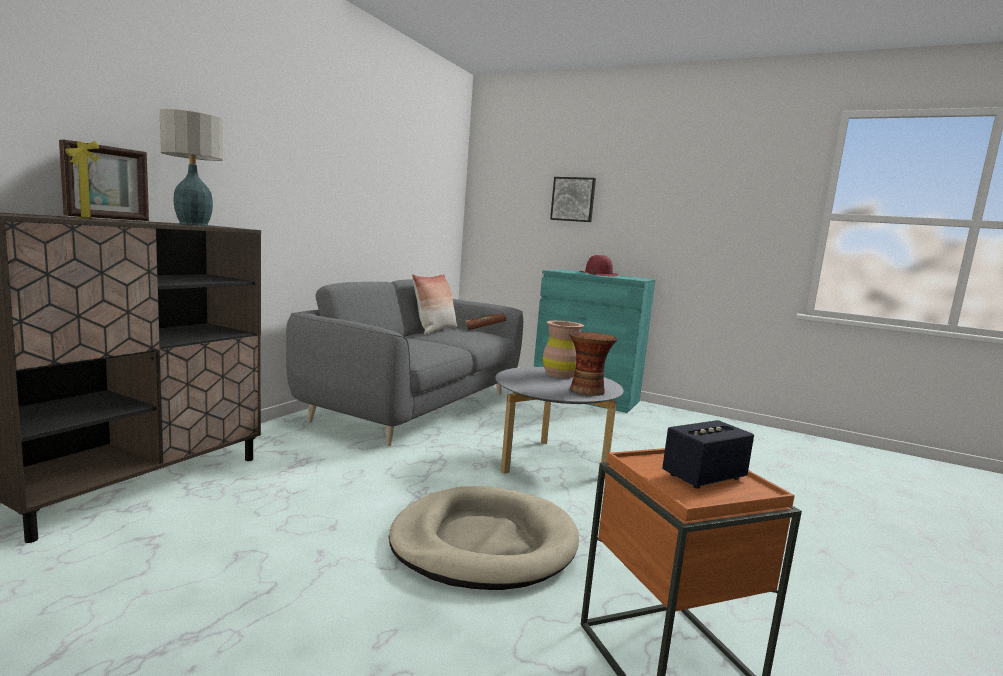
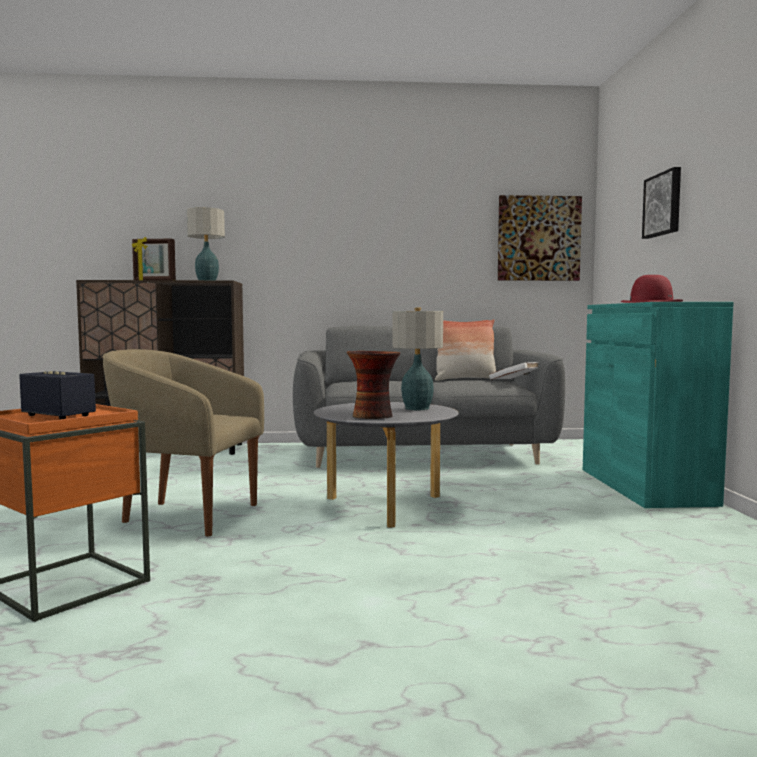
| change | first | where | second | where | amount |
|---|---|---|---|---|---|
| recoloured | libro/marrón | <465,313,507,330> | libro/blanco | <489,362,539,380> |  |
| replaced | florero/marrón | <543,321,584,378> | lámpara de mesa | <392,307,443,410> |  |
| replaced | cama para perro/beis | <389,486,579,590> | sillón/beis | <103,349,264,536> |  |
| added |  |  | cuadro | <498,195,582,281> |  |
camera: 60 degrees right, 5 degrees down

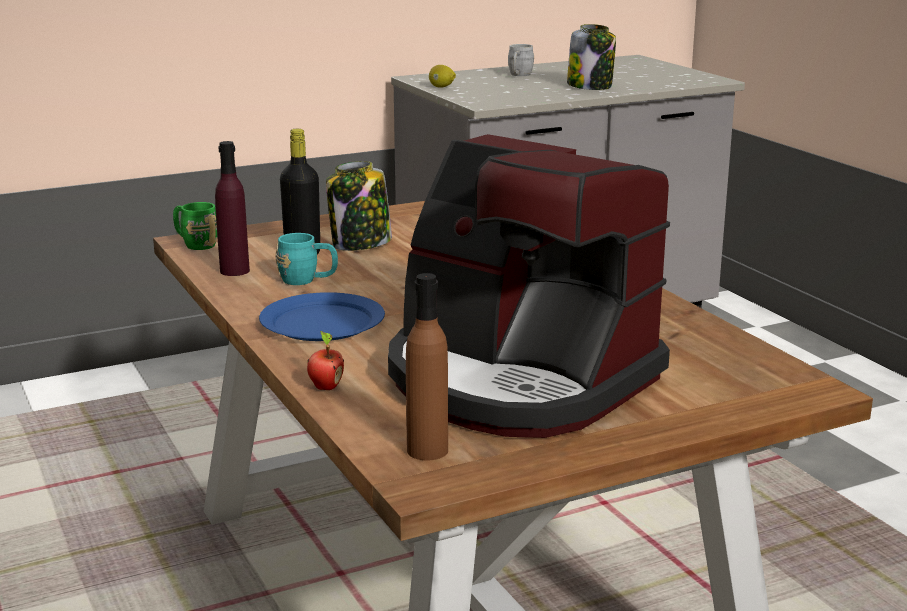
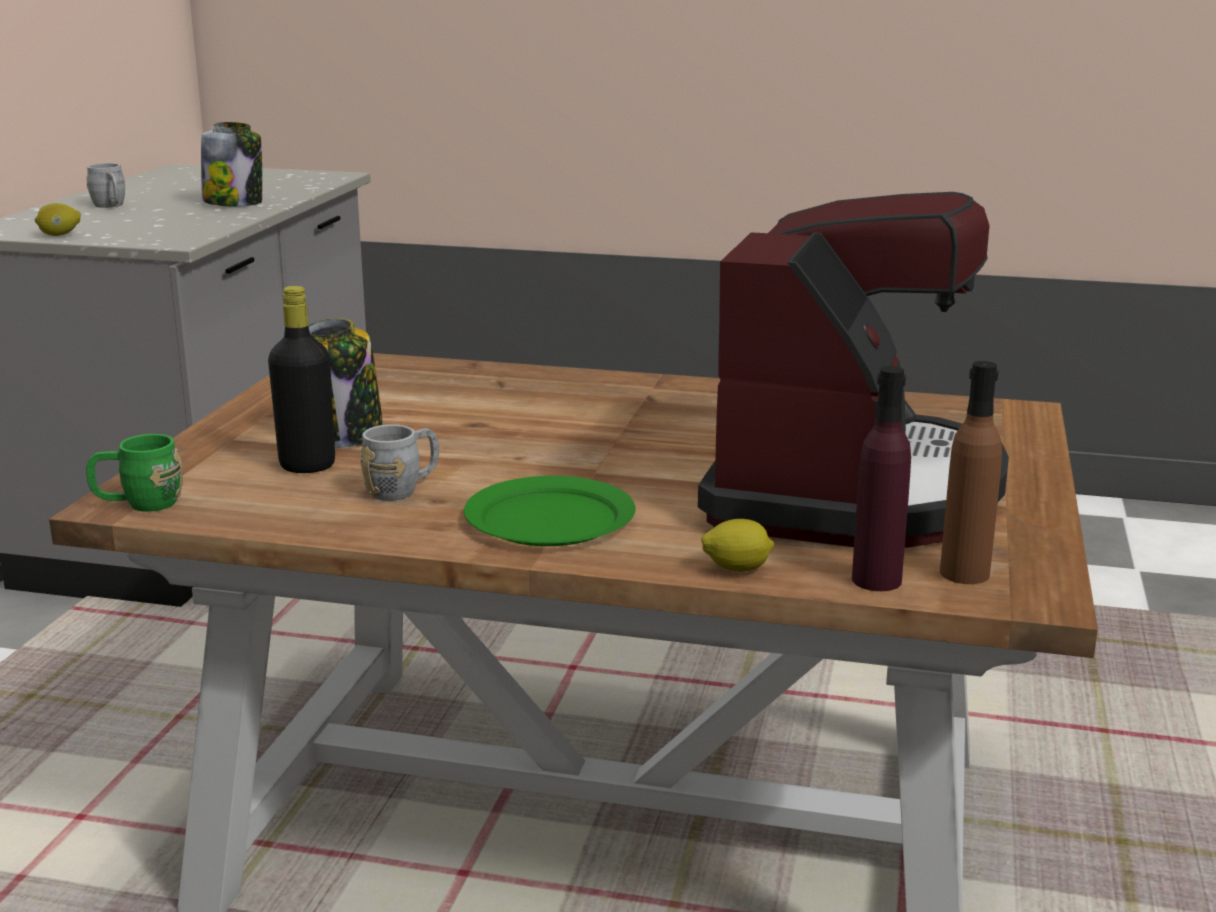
| change | first | where | second | where | amount |
|---|---|---|---|---|---|
| turned | cafetera | <388,134,670,438> |  | <698,192,1009,548> | 60 degrees counterclockwise |
| moved | botella/morado | <215,141,250,276> |  | <852,366,911,591> |  |
| recoloured | taza grande/turquesa | <276,233,338,285> | taza grande/gris | <360,424,439,501> |  |
| recoloured | plato/azul | <259,292,385,341> | plato/verde | <464,476,635,546> |  |
| replaced | manzana | <307,331,344,390> | limón | <701,519,774,572> |  |
camera: 50 degrees left, 0 degrees up

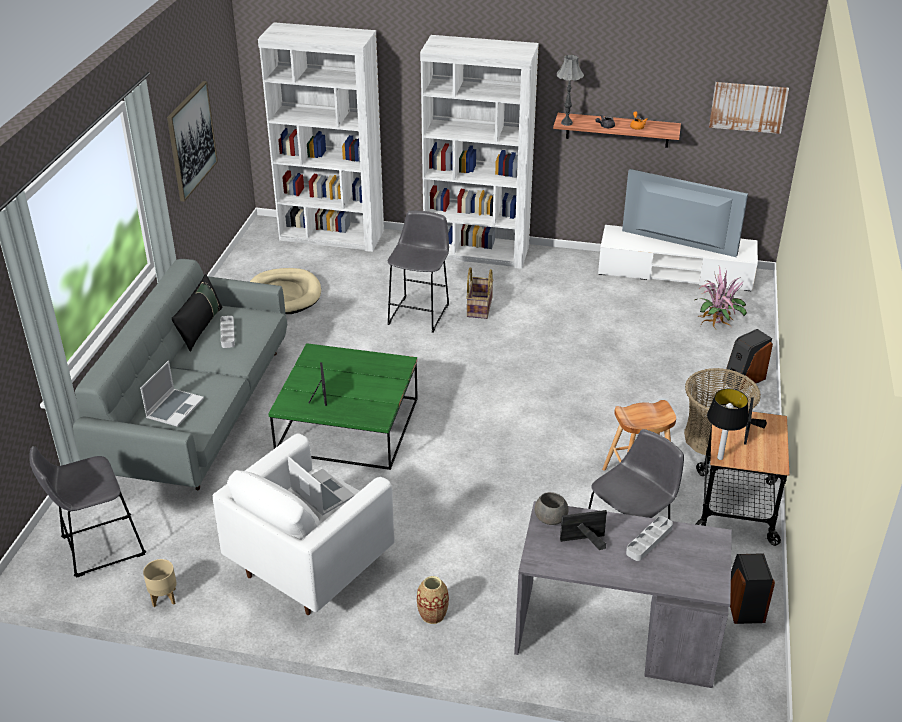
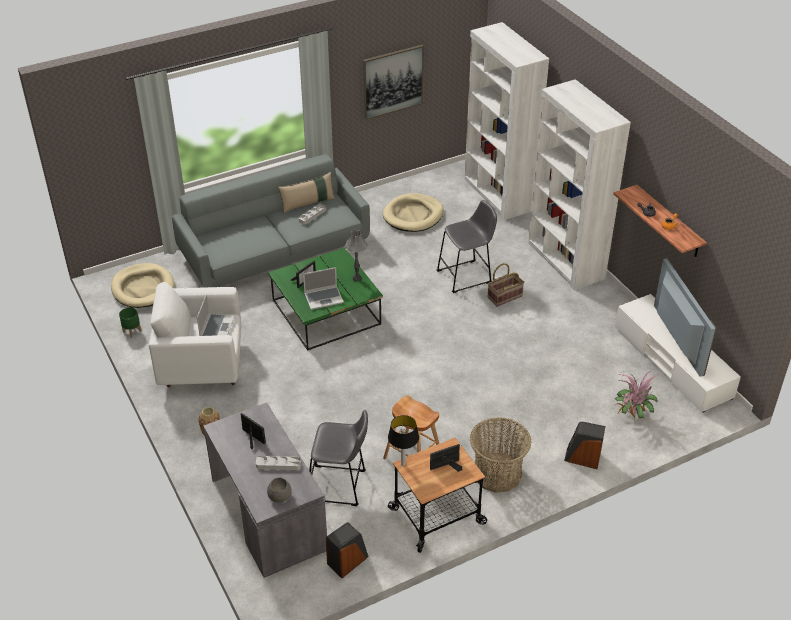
| change | first | where | second | where | amount |
|---|---|---|---|---|---|
| moved | lámpara de mesa/gris | <557,55,584,126> |  | <345,230,367,281> |  |
| removed | cuadro | <709,82,789,134> |  |  |  |
| recoloured | cojín/negro | <172,274,223,352> | cojín/beis | <278,172,335,214> |  |
| moved | portátil | <140,361,204,427> |  | <303,267,344,310> |  |
| replaced | taburete/gris | <29,446,146,578> | cama para perro/beis | <111,263,175,308> |  |
| moved | cuenco/gris | <534,492,568,525> |  | <267,478,292,503> |  |
| recoloured | maceta/beis | <143,559,177,607> | maceta/verde | <119,307,141,338> |  |
camera: 50 degrees right, 5 degrees up

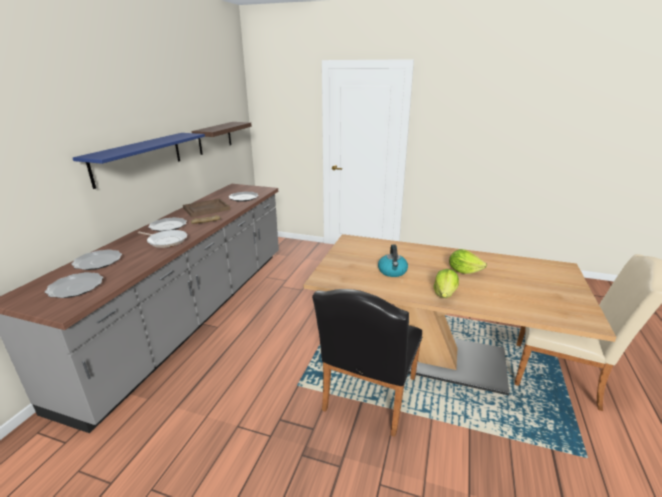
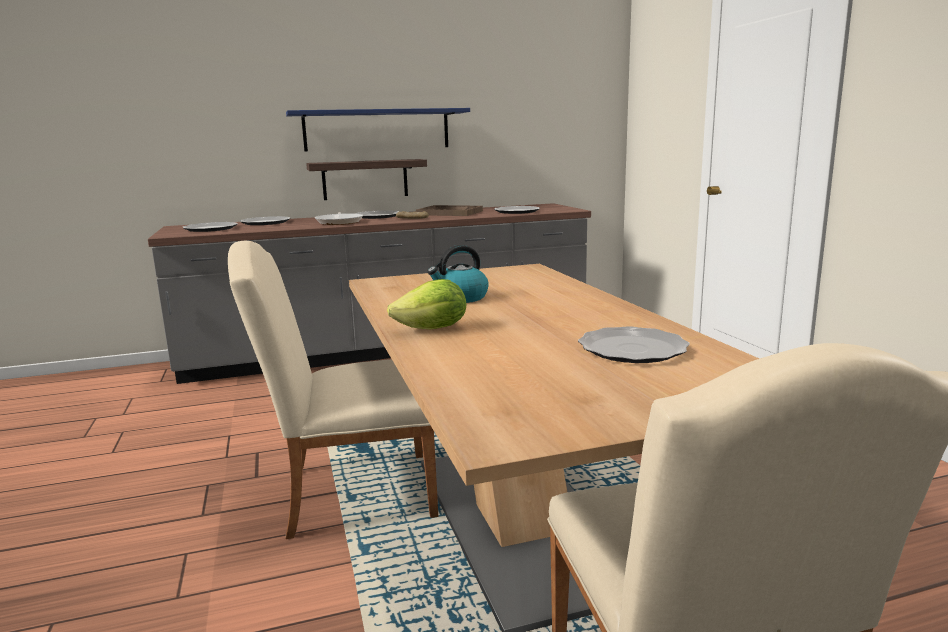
| change | first | where | second | where | amount |
|---|---|---|---|---|---|
| moved | estante | <191,122,252,155> |  | <306,159,427,200> |  |
| removed | lechuga | <449,249,487,274> |  |  |  |
| recoloured | silla/negro | <312,289,422,437> | silla/beis | <228,241,438,539> |  |
| added |  |  | plato | <578,326,690,363> |  |
camera: 55 degrees right, 10 degrees down

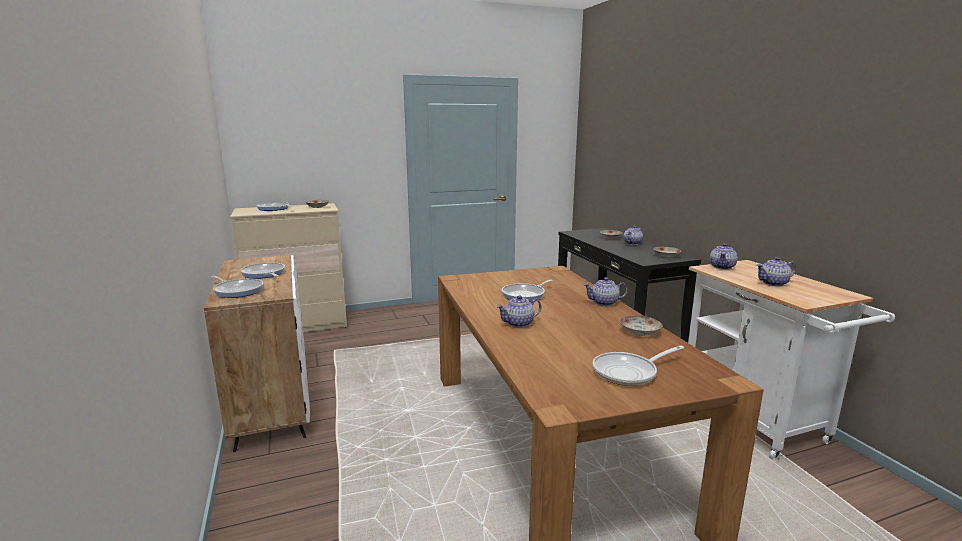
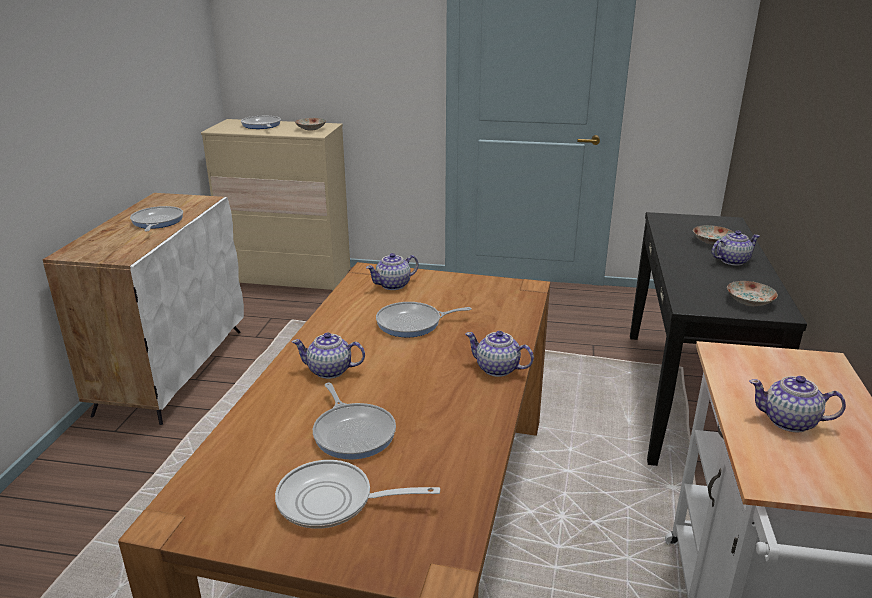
| change | first | where | second | where | amount |
|---|---|---|---|---|---|
| moved | tetera | <710,243,738,270> |  | <366,253,419,290> |  |
| moved | sartén | <211,276,263,298> |  | <313,382,396,459> |  |
| removed | plato | <620,316,663,336> |  |  |  |
camera: 30 degrees right, 10 degrees up

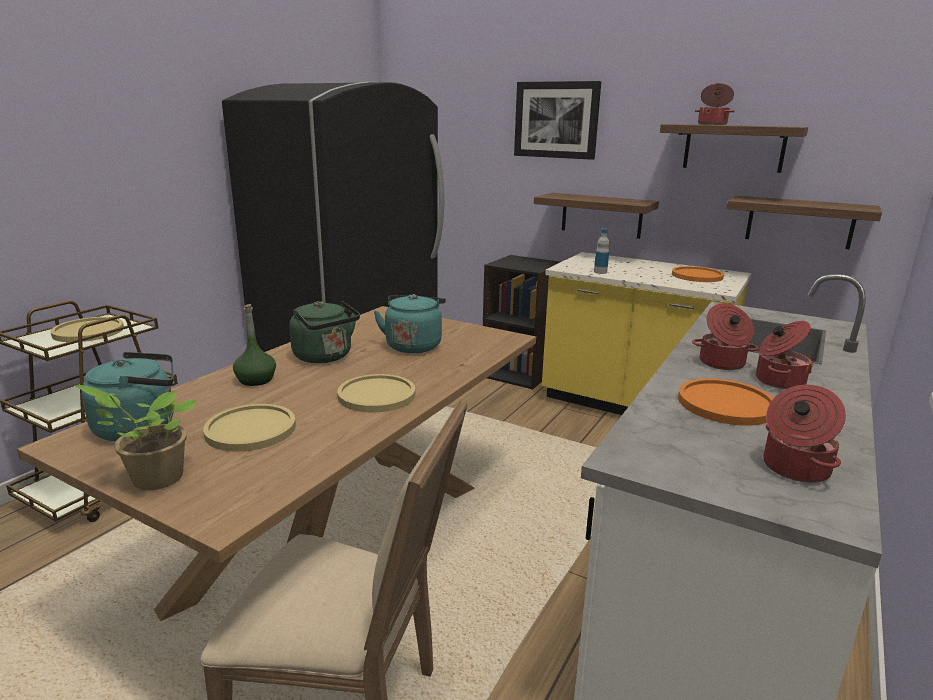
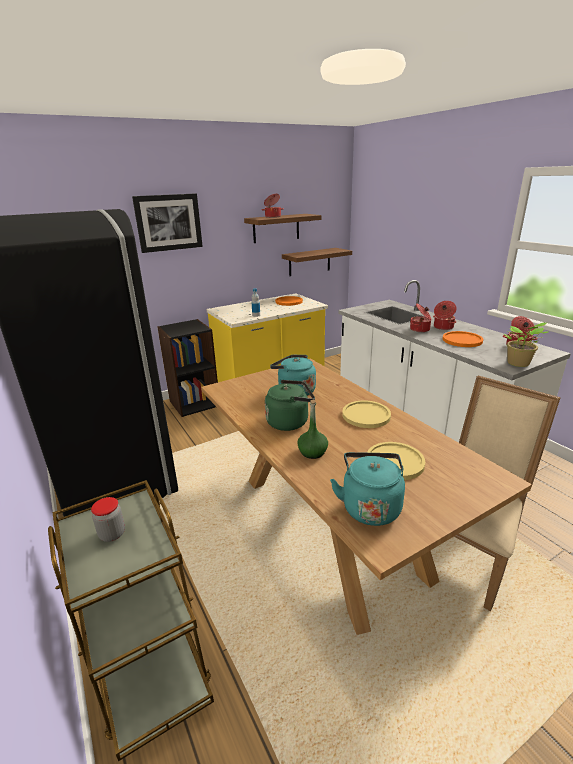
| change | first | where | second | where | amount |
|---|---|---|---|---|---|
| removed | estante | <534,193,659,239> |  |  |  |
| replaced | plato/amarillo | <50,317,124,342> | tarro | <91,497,125,542> |  |
| moved | planta en maceta | <75,385,197,490> |  | <504,323,548,367> |  |
camera: 60 degrees left, 5 degrees up

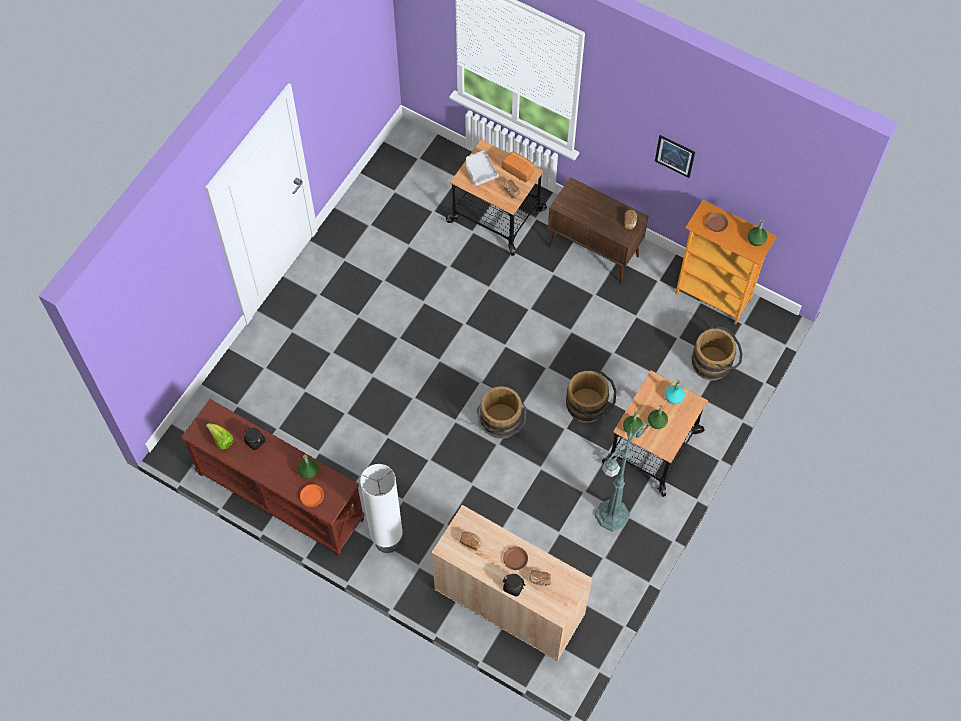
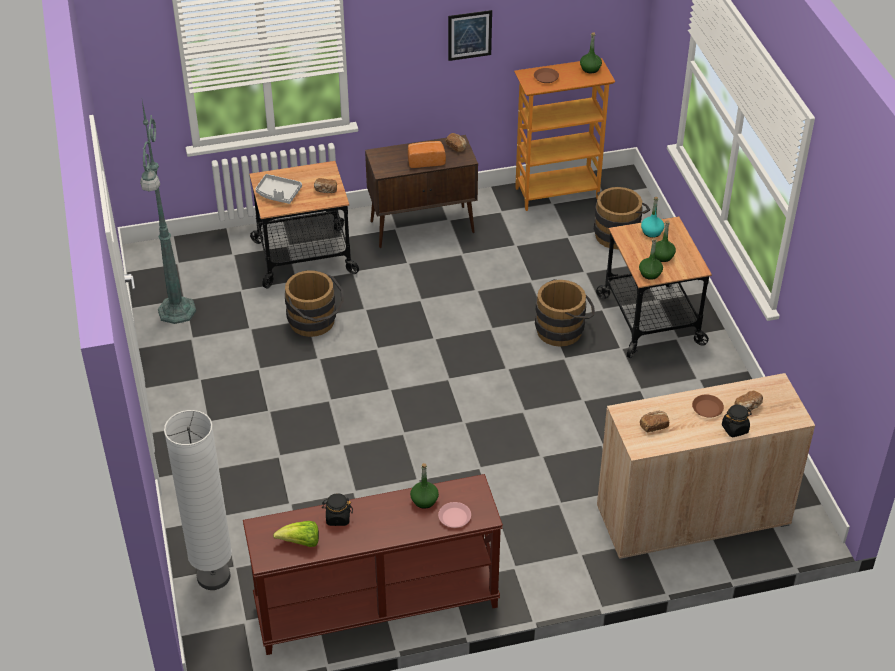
| change | first | where | second | where | amount |
|---|---|---|---|---|---|
| moved | pan | <501,151,535,183> |  | <408,141,446,168> |  |
| moved | cubo/marrón | <477,386,527,439> |  | <285,270,344,337> |  |
| moved | lámpara de pie/verde | <595,422,650,532> |  | <140,101,196,324> |  |
| moved | lámpara de pie/blanco | <360,464,403,553> |  | <164,410,232,590> |  |
| recoloured | plato/naranja | <300,484,324,507> | plato/rosa | <438,502,471,528> |  |
camera: 45 degrees left, 20 degrees down

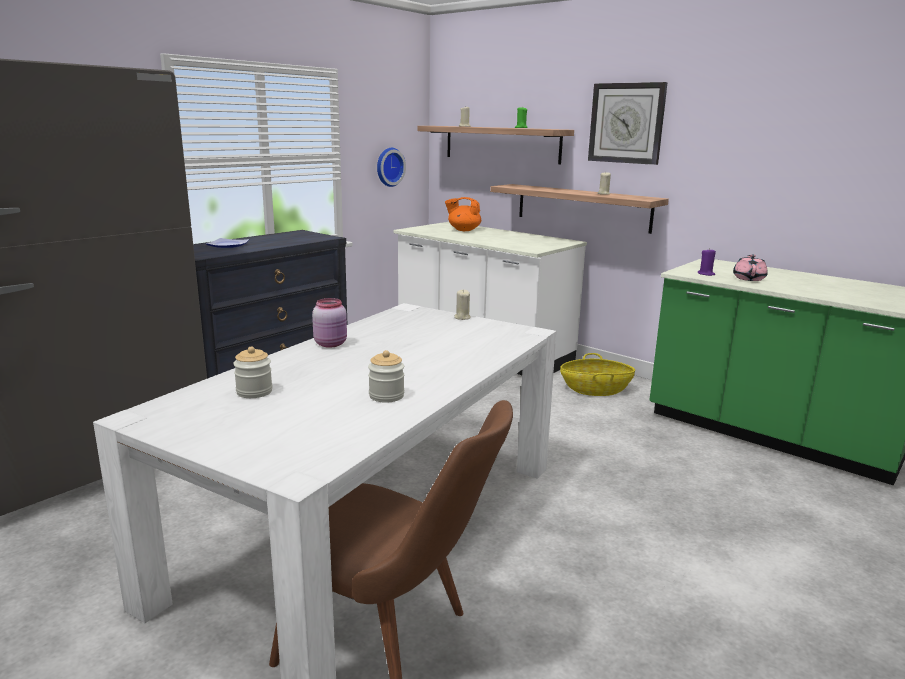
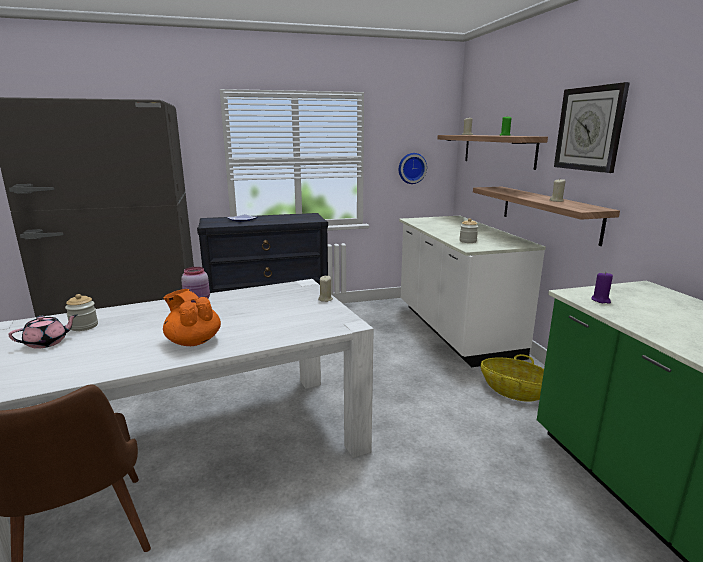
| change | first | where | second | where | amount |
|---|---|---|---|---|---|
| moved | tetera/naranja | <445,197,481,231> |  | <163,289,221,346> |  |
| moved | tetera/rosa | <733,254,768,281> |  | <8,314,78,349> |  |
| moved | tarro | <368,350,404,402> |  | <459,218,478,243> |  |
camera: 35 degrees right, 0 degrees up

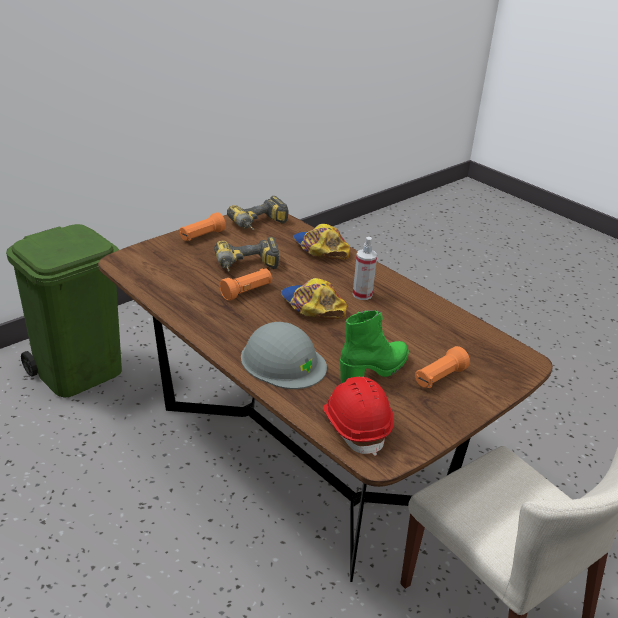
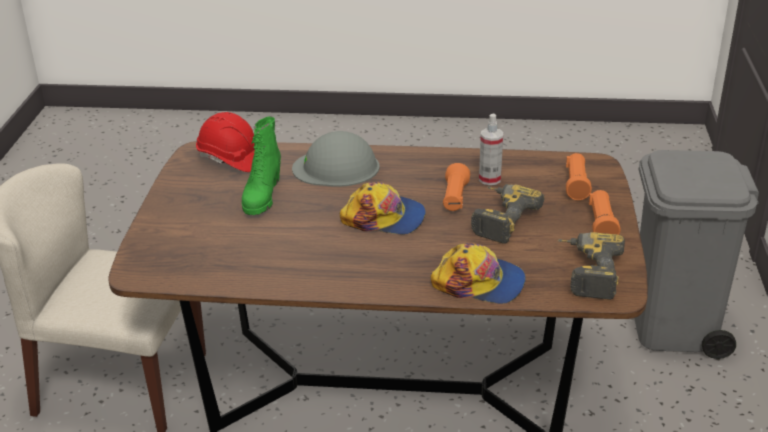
| change | first | where | second | where | amount |
|---|---|---|---|---|---|
| recoloured | papelera/verde | <6,224,122,398> | papelera/gris | <634,150,759,359> |  |
| moved | pulverizador | <353,237,377,300> |  | <479,114,503,185> |  |
| moved | linterna/naranja | <415,346,470,388> |  | <566,153,592,200> |  |
camera: 140 degrees right, 0 degrees up

